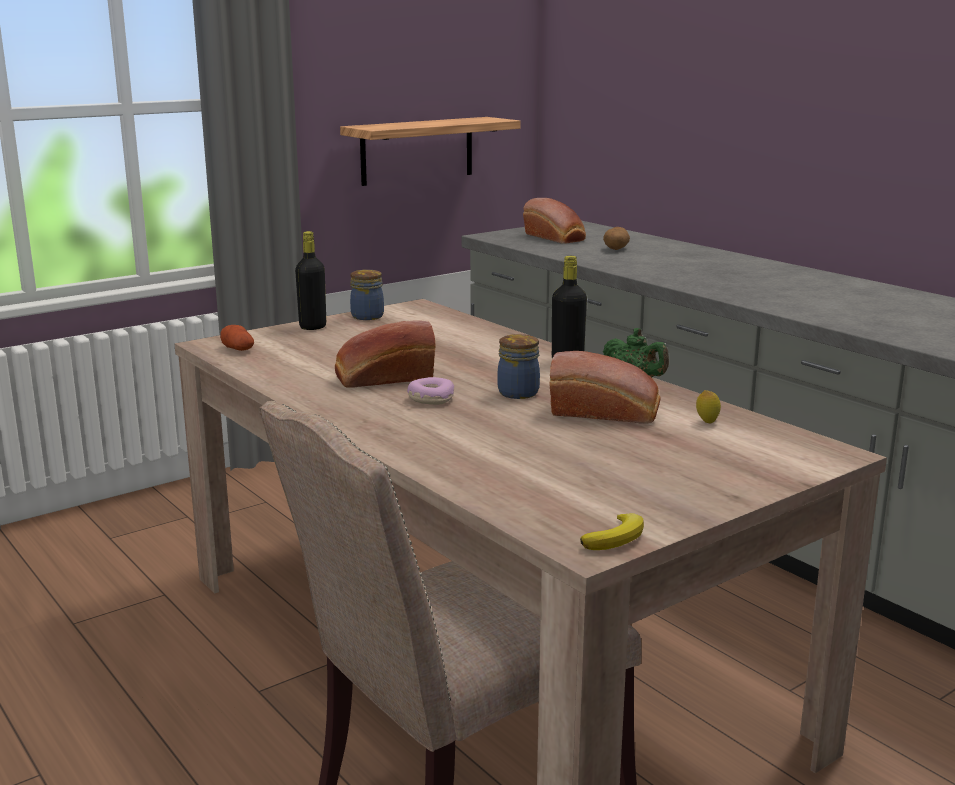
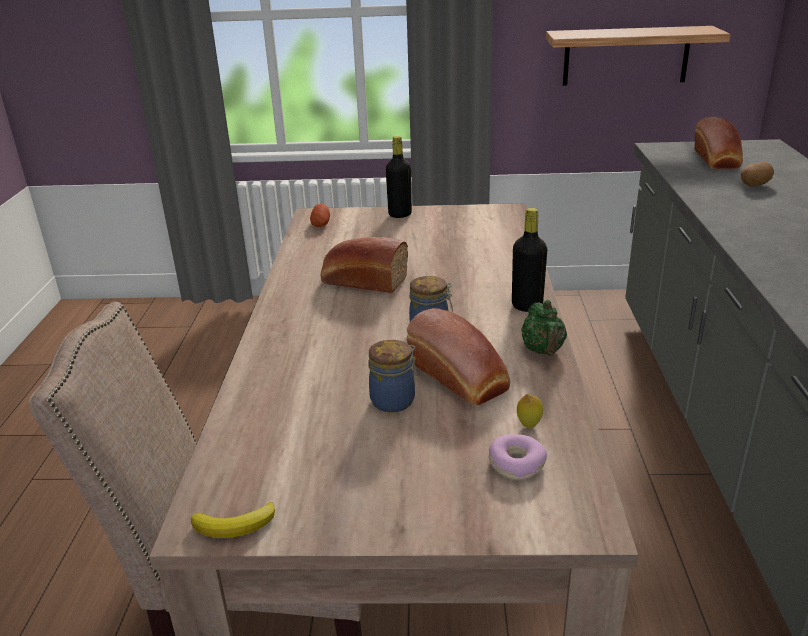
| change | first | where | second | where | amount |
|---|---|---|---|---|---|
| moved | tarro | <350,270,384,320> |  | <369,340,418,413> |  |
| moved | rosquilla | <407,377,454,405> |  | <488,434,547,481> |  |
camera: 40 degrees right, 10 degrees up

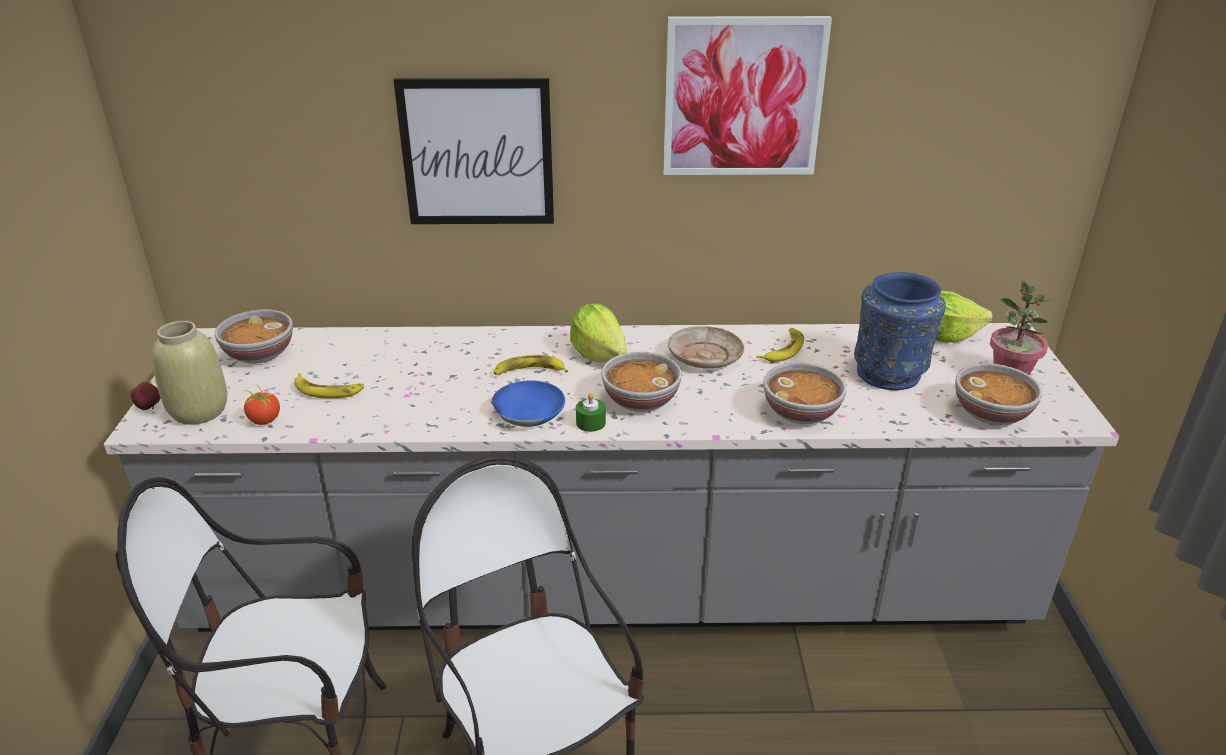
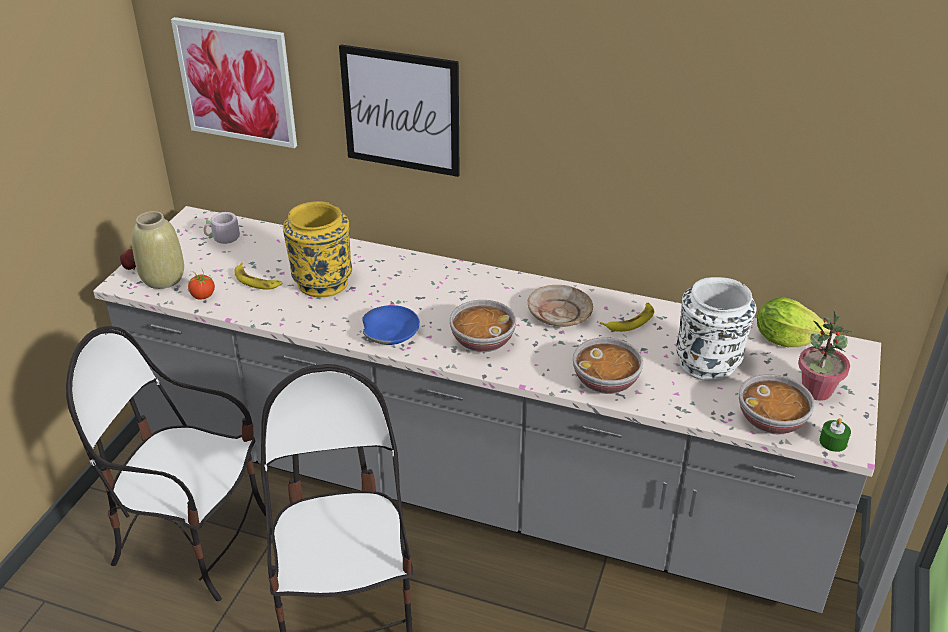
| change | first | where | second | where | amount |
|---|---|---|---|---|---|
| moved | cuadro | <663,16,832,175> |  | <171,17,297,148> |  |
| recoloured | florero/azul | <854,272,946,390> | florero/blanco | <676,277,757,381> |  |
| removed | lechuga | <570,303,627,362> |  |  |  |
| replaced | cuenco | <215,310,293,364> | taza grande/gris | <204,212,240,244> |  |
| removed | plátano | <494,355,568,375> |  |  |  |
| moved | vela/verde | <576,393,606,432> |  | <819,418,851,452> |  |
| added |  |  | florero/amarillo | <283,201,352,297> |  |
camera: 20 degrees right, 5 degrees up

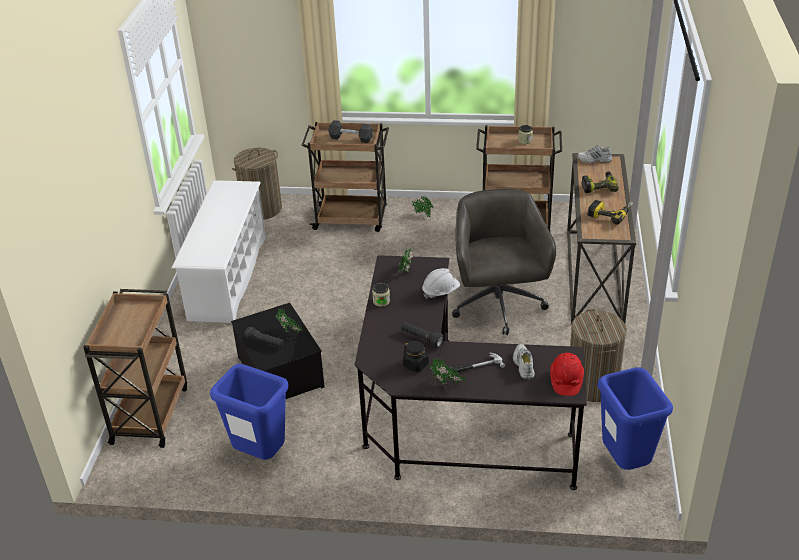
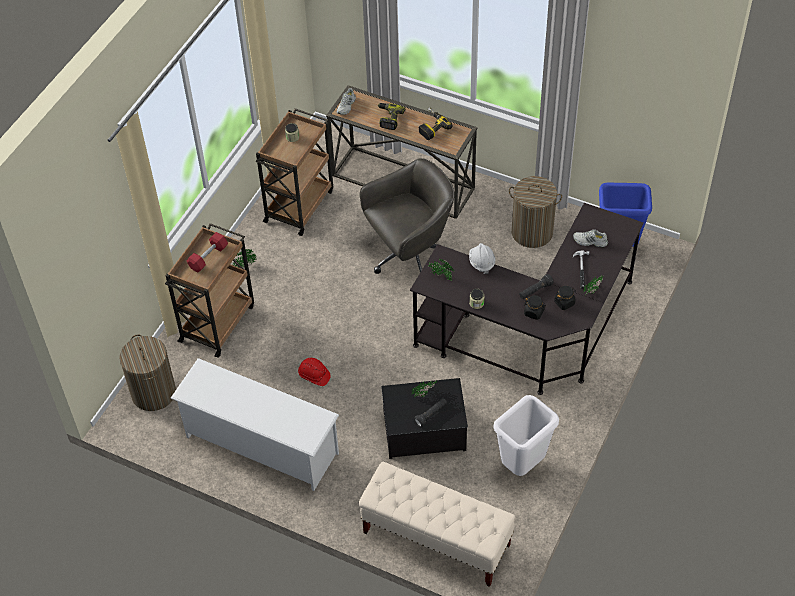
| change | first | where | second | where | amount |
|---|---|---|---|---|---|
| recoloured | mancuerna/negro | <328,120,373,143> | mancuerna/rojo | <187,232,228,273> |  |
| turned | silla de oficina/gris | <452,189,556,335> |  | <360,158,454,274> | 135 degrees clockwise |
| replaced | carrito/marrón | <83,289,187,448> | banco/beis | <359,462,515,587> |  |
| moved | casco/rojo | <550,353,584,396> |  | <298,358,331,386> |  |
| recoloured | papelera/azul | <210,364,288,460> | papelera/blanco | <493,395,559,476> |  |
| added |  |  | tarro/negro | <524,295,546,320> |  |
camera: 70 degrees left, 15 degrees up

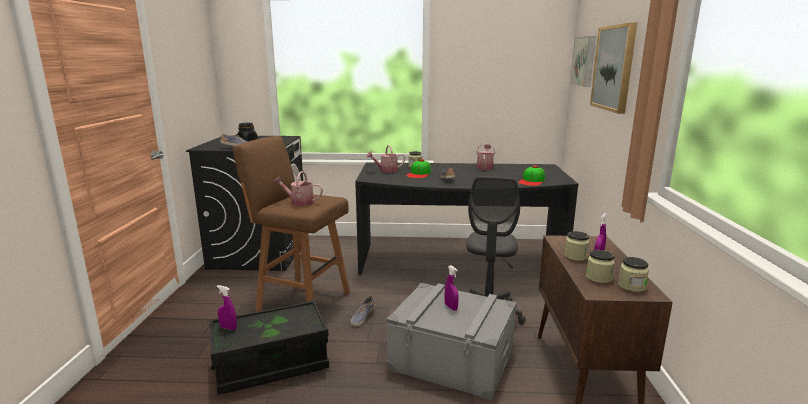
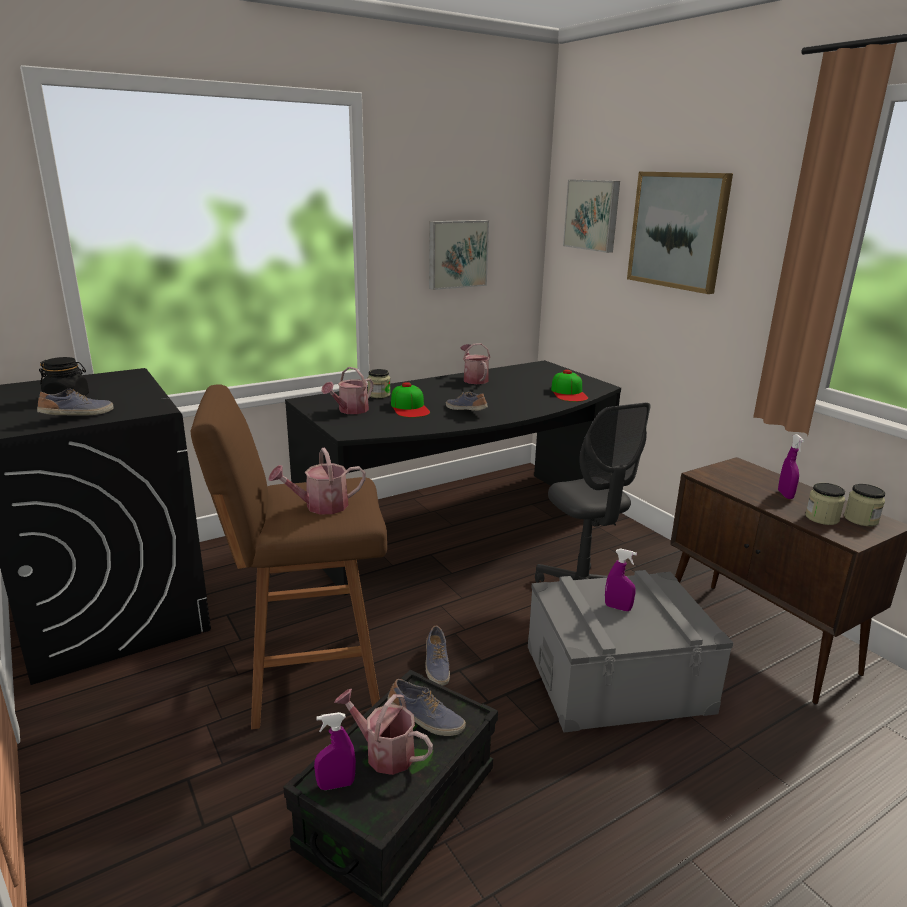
| change | first | where | second | where | amount |
|---|---|---|---|---|---|
| removed | tarro | <564,231,590,261> |  |  |  |
| added |  |  | cuadro | <429,220,489,290> |  |
| added |  |  | zapato | <388,679,466,736> |  |
| added |  |  | regadera | <334,689,433,775> |  |
camera: 35 degrees left, 5 degrees up

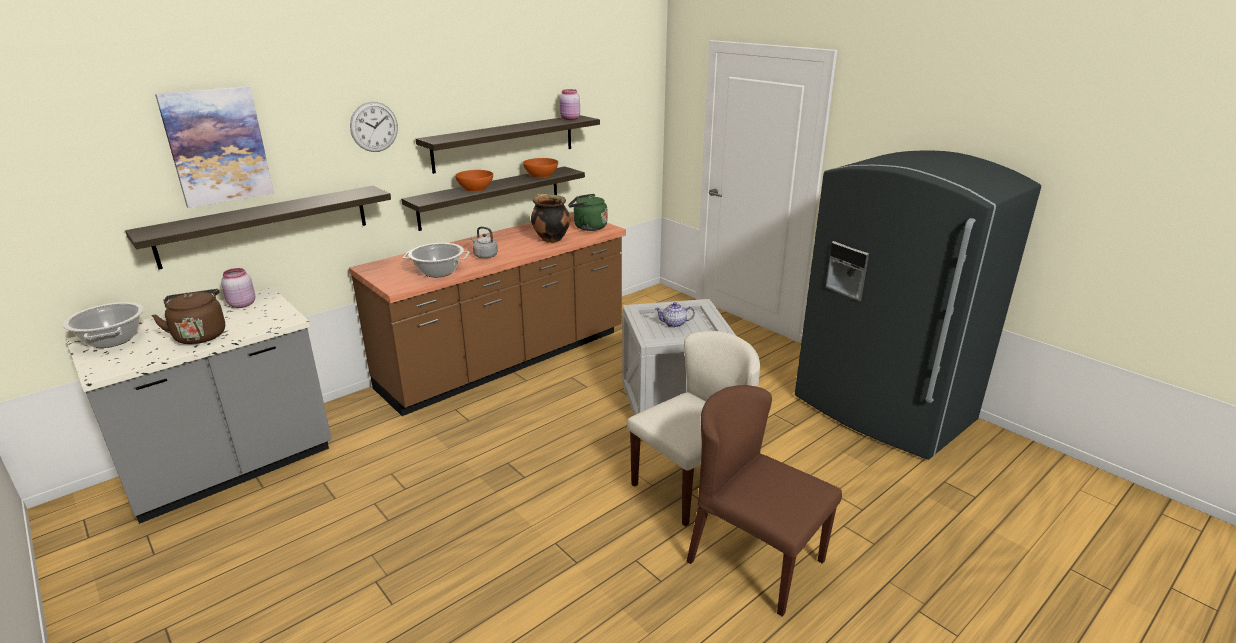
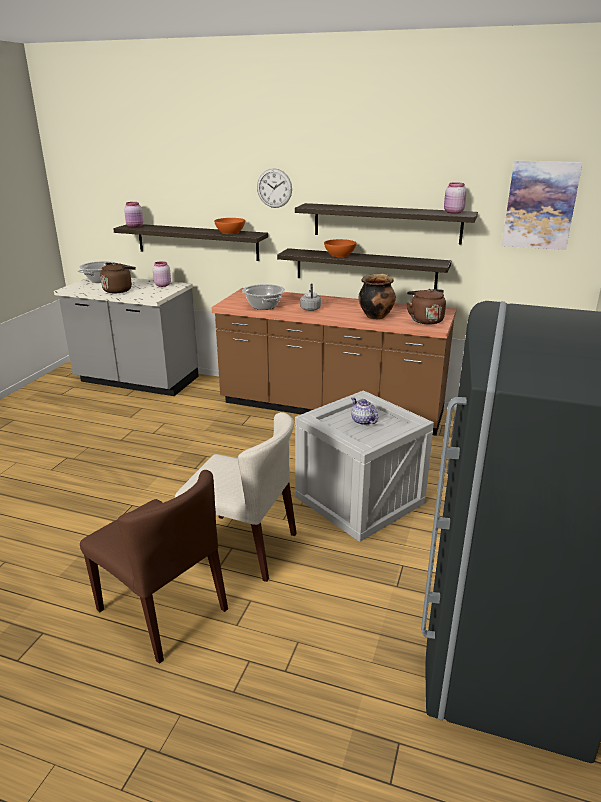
| change | first | where | second | where | amount |
|---|---|---|---|---|---|
| moved | cuadro | <155,86,274,208> |  | <502,160,582,250> |  |
| moved | cuenco/naranja | <523,158,558,178> |  | <214,218,245,234> |  |
| recoloured | hervidor/verde | <568,194,607,231> | hervidor/marrón | <407,289,446,325> |  |
| turned | silla/marrón | <687,385,842,617> |  | <80,470,228,664> | 120 degrees clockwise |
| added |  |  | tarro/rosa | <124,202,143,228> |  |
camera: 60 degrees right, 0 degrees up

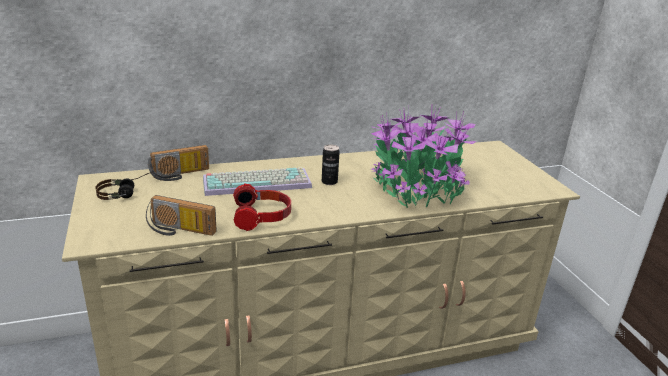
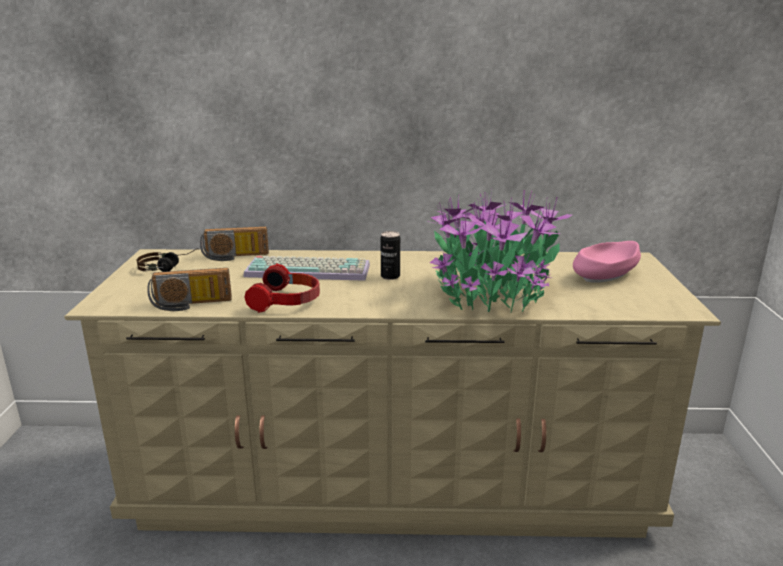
| change | first | where | second | where | amount |
|---|---|---|---|---|---|
| turned | radio | <146,195,217,236> |  | <147,268,232,311> | 45 degrees counterclockwise |
| added |  |  | cuenco/rosa | <573,241,641,283> |  |
camera: 20 degrees right, 5 degrees down

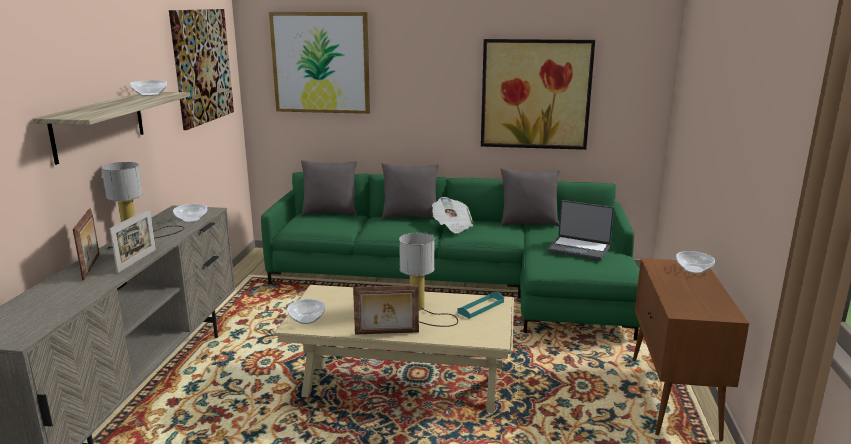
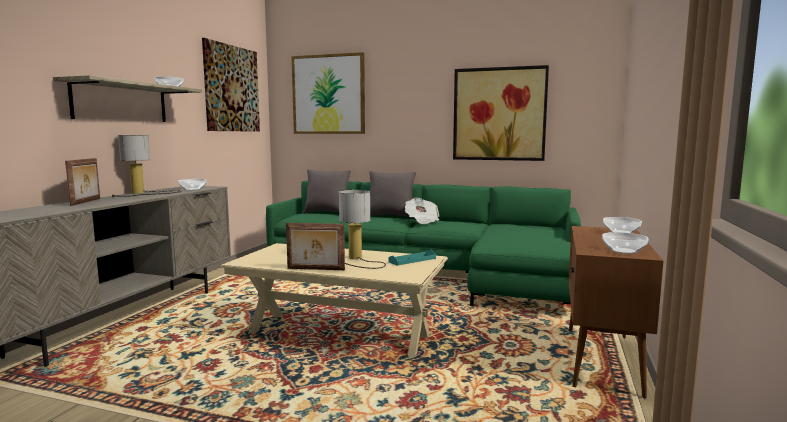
| change | first | where | second | where | amount |
|---|---|---|---|---|---|
| removed | cojín/gris | <501,168,560,226> |  |  |  |
| removed | portátil | <548,200,614,261> |  |  |  |
| removed | portarretratos | <110,208,156,273> |  |  |  |
| moved | cuenco | <287,299,325,324> |  | <602,232,649,254> |  |
camera: 10 degrees right, 10 degrees down

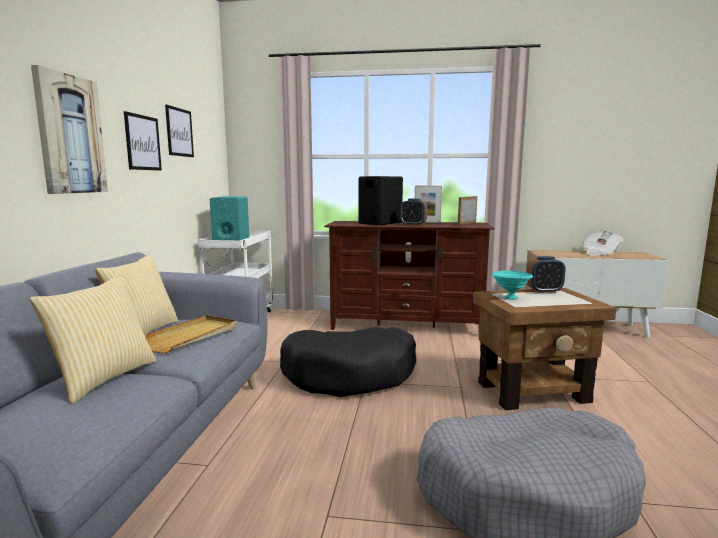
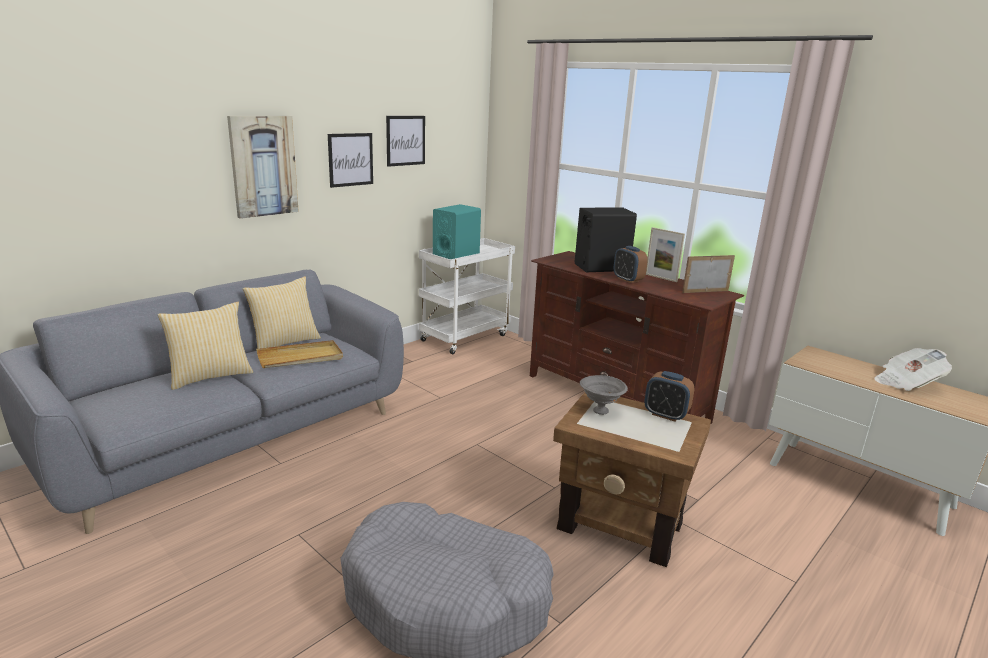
| change | first | where | second | where | amount |
|---|---|---|---|---|---|
| recoloured | cuenco/turquesa | <491,270,533,300> | cuenco/gris | <580,375,628,415> |  |
| removed | cama para perro/negro | <280,327,416,397> |  |  |  |
camera: 35 degrees right, 10 degrees up

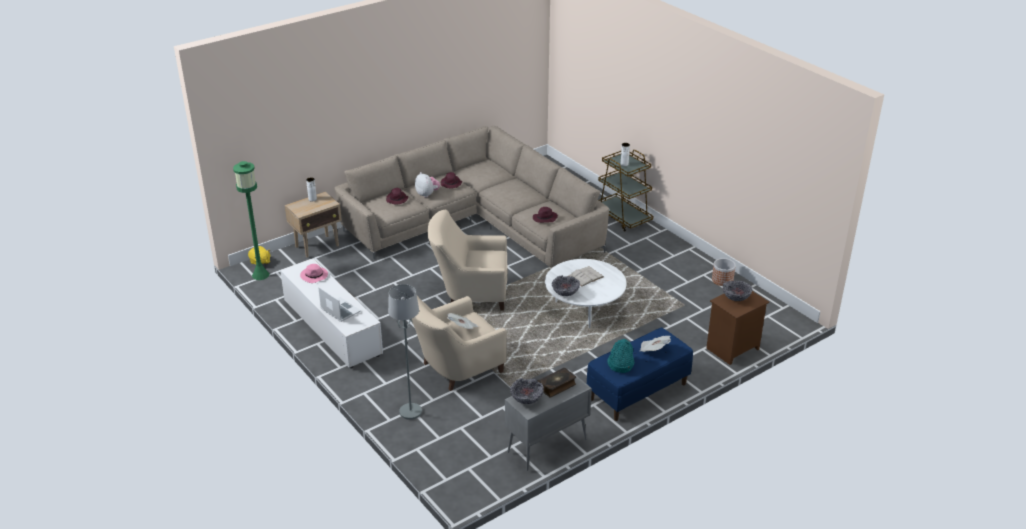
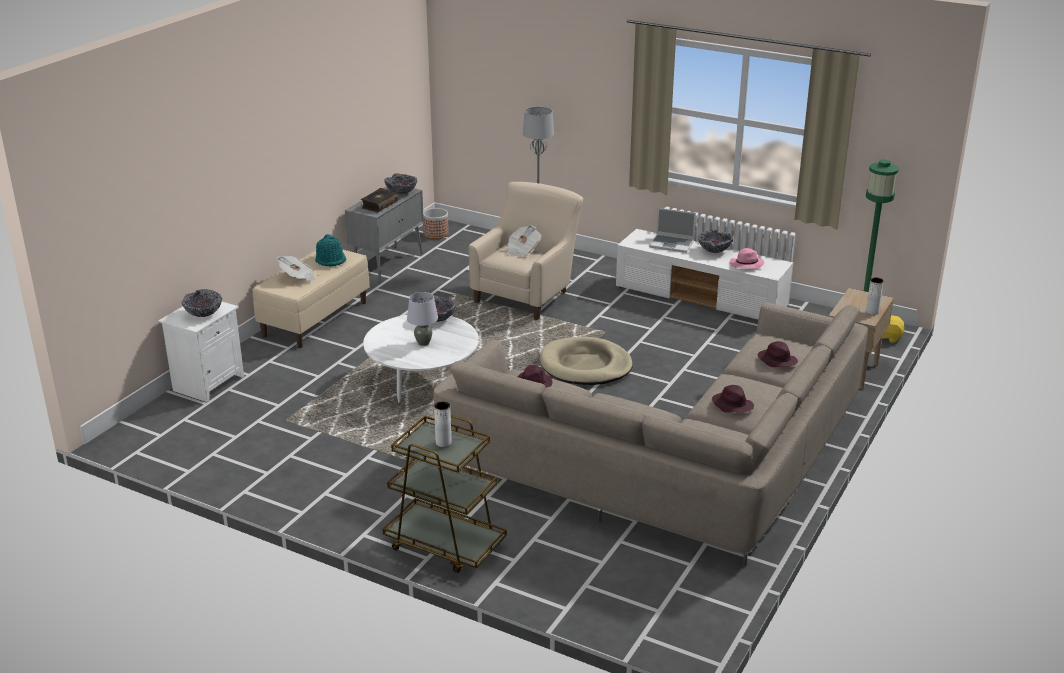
| change | first | where | second | where | amount |
|---|---|---|---|---|---|
| removed | peluche | <415,172,440,198> |  |  |  |
| replaced | sillón/beis | <427,210,508,311> | cama para perro/beis | <540,337,633,385> |  |
| moved | maceta | <712,258,736,286> |  | <423,208,449,239> |  |
| replaced | libro/blanco | <569,266,604,287> | lámpara de mesa/gris | <407,292,438,346> |  |
| recoloured | mesita de noche/marrón | <706,291,769,365> | mesita de noche/blanco | <158,302,244,402> |  |
| recoloured | banco/azul | <587,328,693,421> | banco/beis | <253,249,369,348> |  |
| added |  |  | cuenco | <698,230,733,253> |  |
camera: 155 degrees right, 5 degrees down

